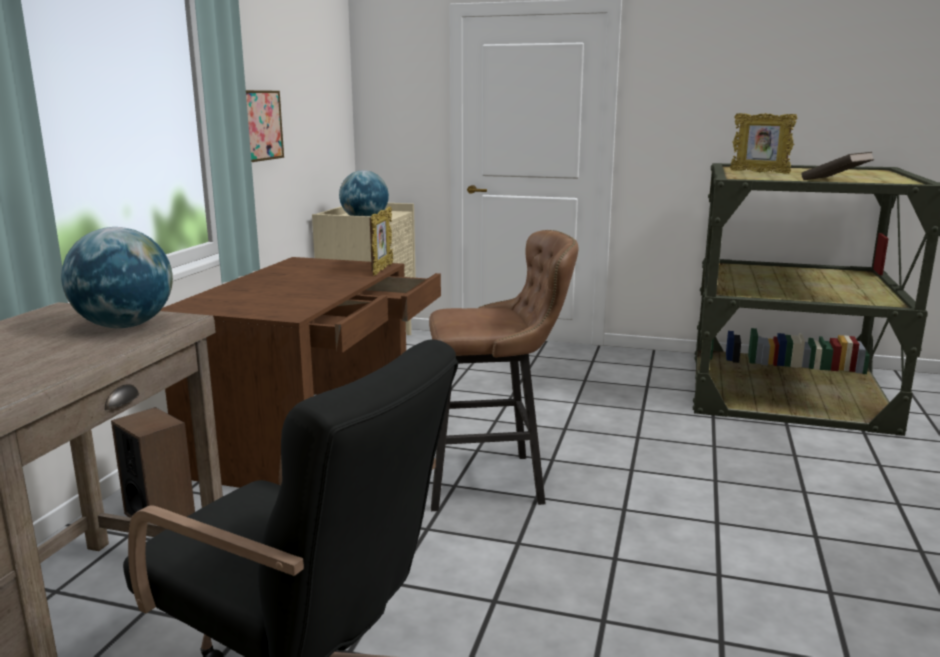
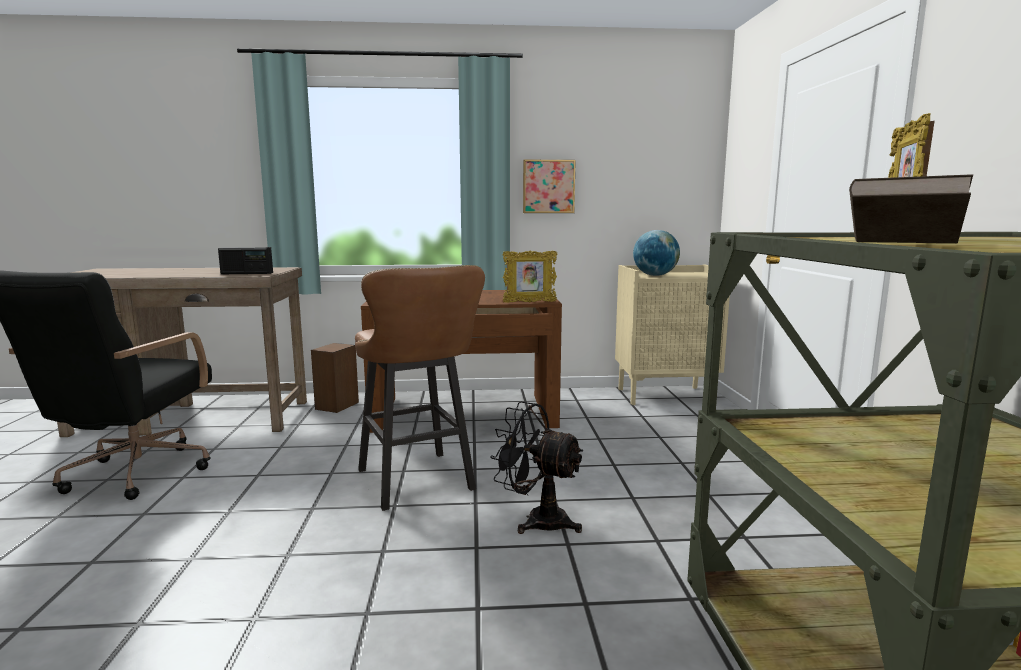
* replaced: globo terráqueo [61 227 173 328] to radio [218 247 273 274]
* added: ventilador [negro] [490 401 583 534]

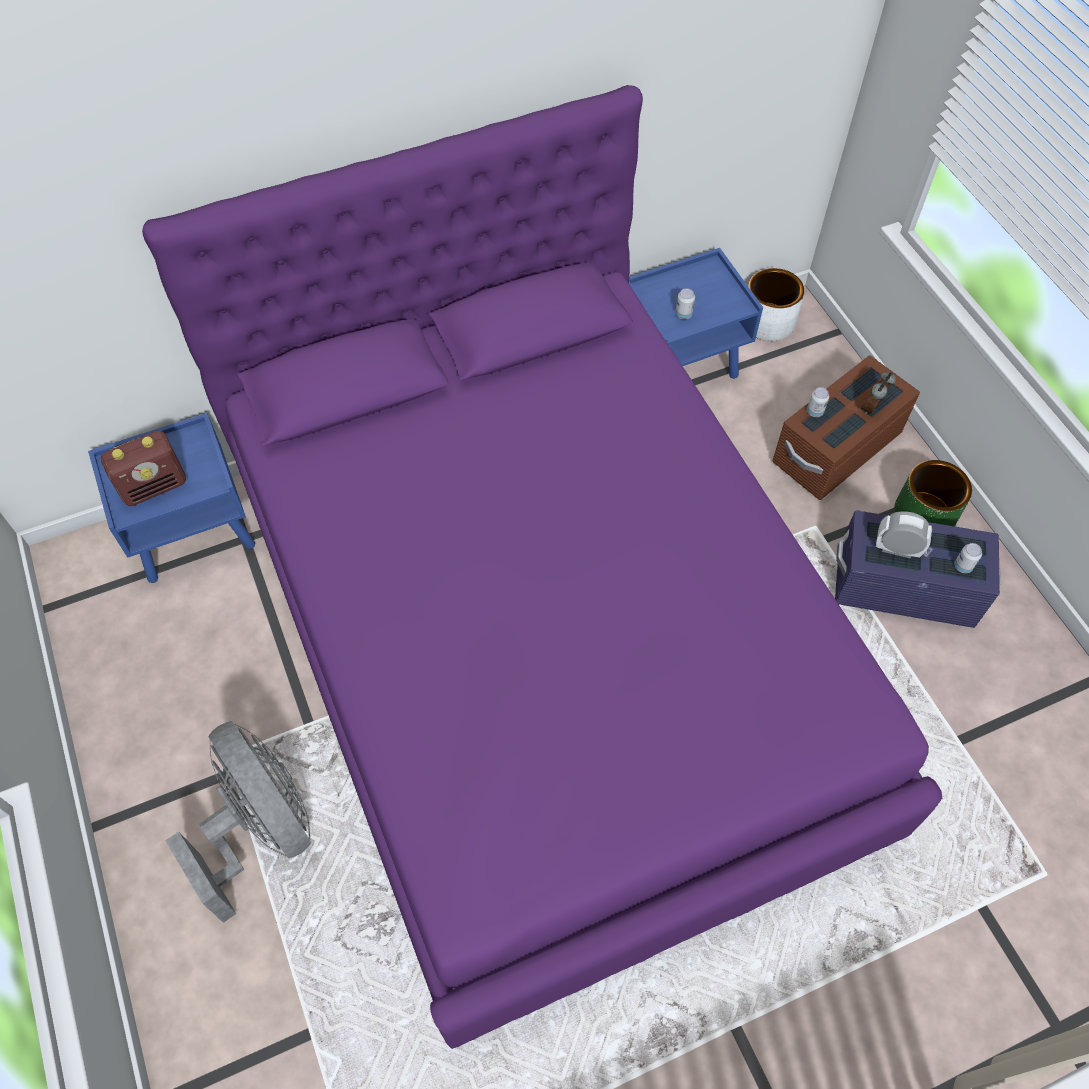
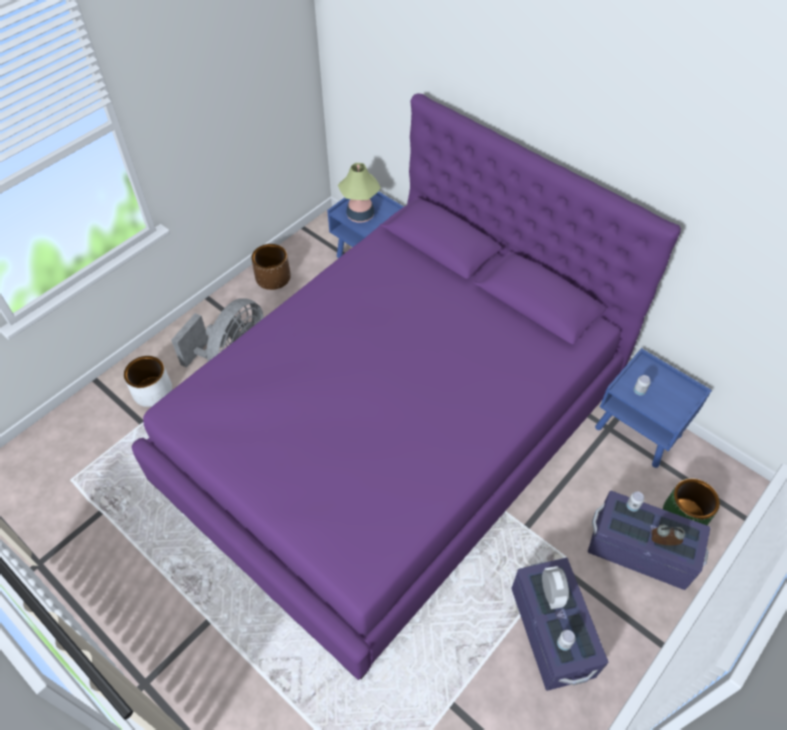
* replaced: radio [101 431 186 506] to lámpara de mesa [338 163 381 222]
* moved: maceta [blanco] [748 268 805 341] to [123 356 172 407]
* recoloured: caja de almacenaje [marrón] [772 355 920 500] to caja de almacenaje [morado] [588 491 710 590]
* moved: maceta [verde] [894 460 972 526] to [663 478 720 525]
* added: maceta [marrón] [251 244 291 290]

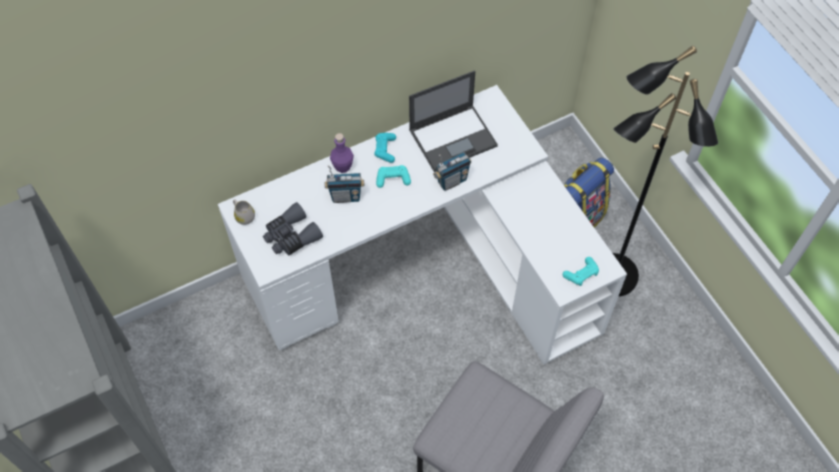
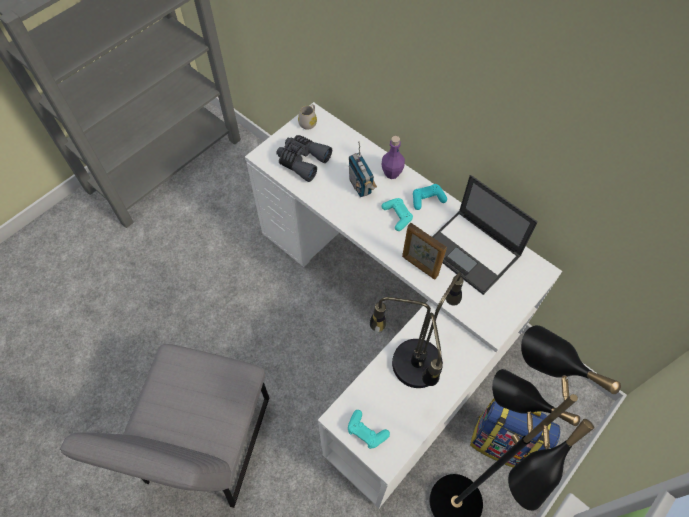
* replaced: radio [433 152 471 191] to portarretratos [402 223 447 279]
* added: lámpara de mesa [370 272 464 388]

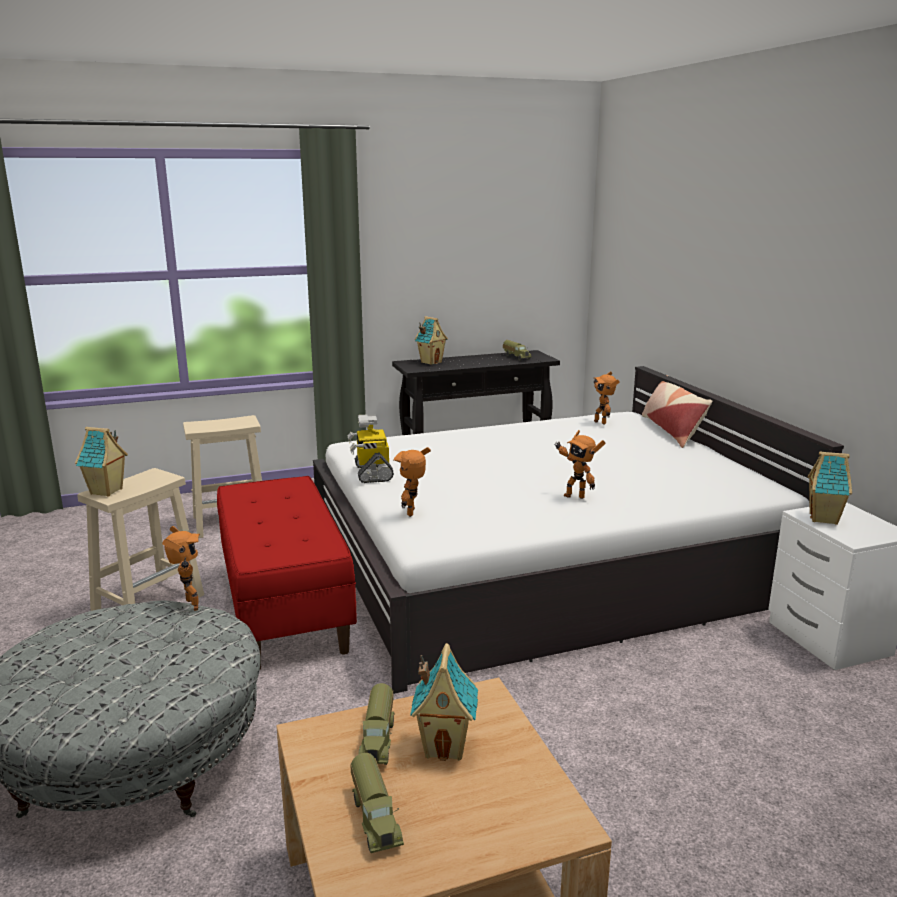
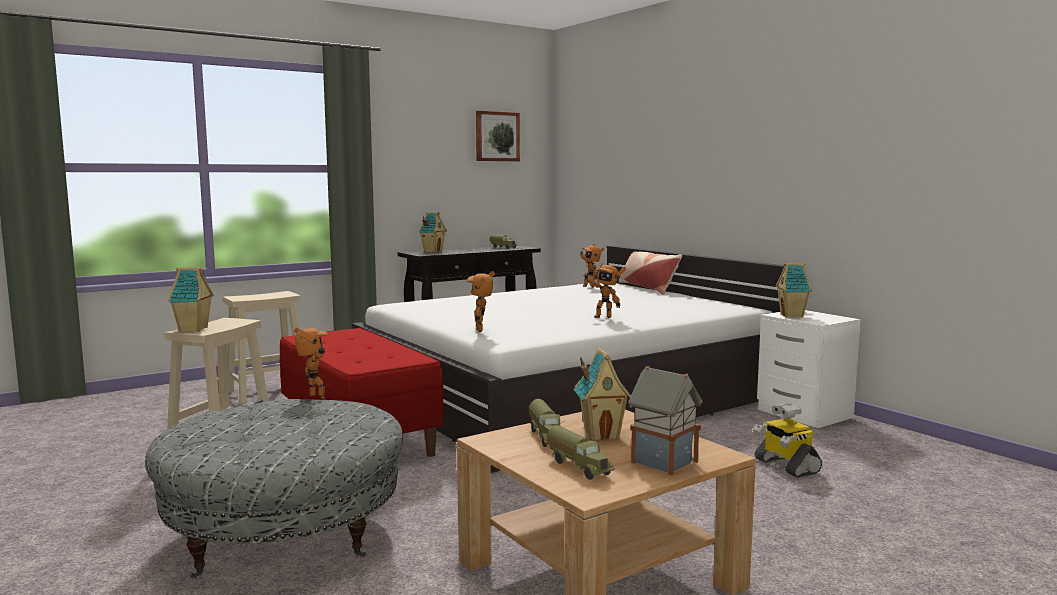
* moved: robot de juguete [348 414 394 483] to [753 403 822 478]
* added: cuadro [476 111 520 161]
* added: casita [628 366 703 475]

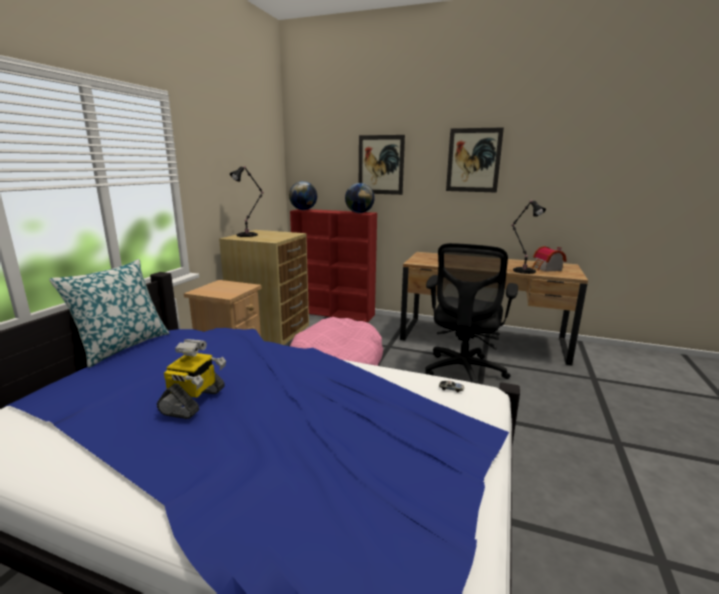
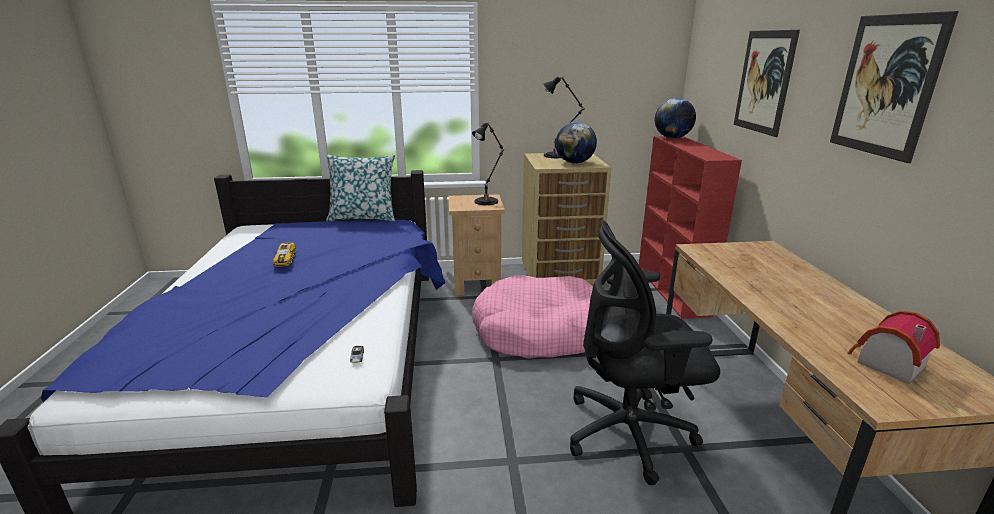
* replaced: robot de juguete [157 339 226 419] to coche de juguete [273 242 296 267]
* moved: globo terráqueo [345 183 375 213] to [556 122 597 163]
* moved: lámpara de mesa [negro] [511 200 546 274] to [472 122 504 205]

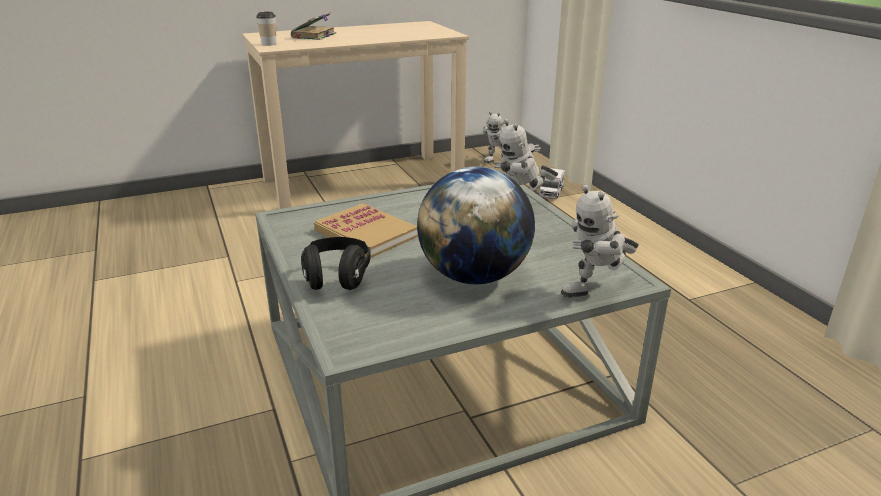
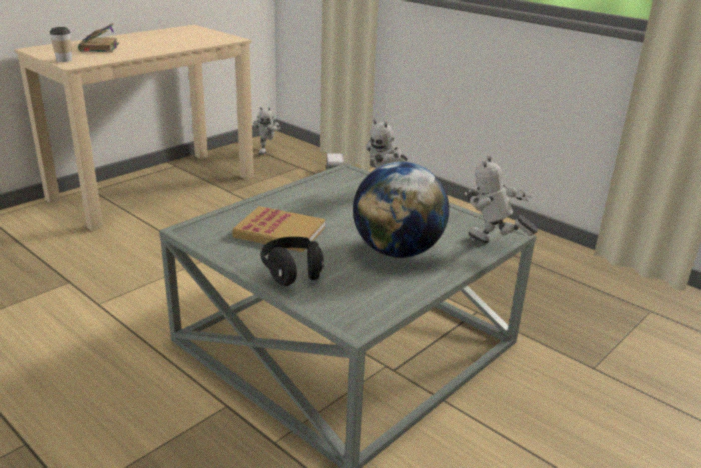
* turned: robot de juguete [561 185 639 297] = [464 155 538 244] 90 degrees clockwise

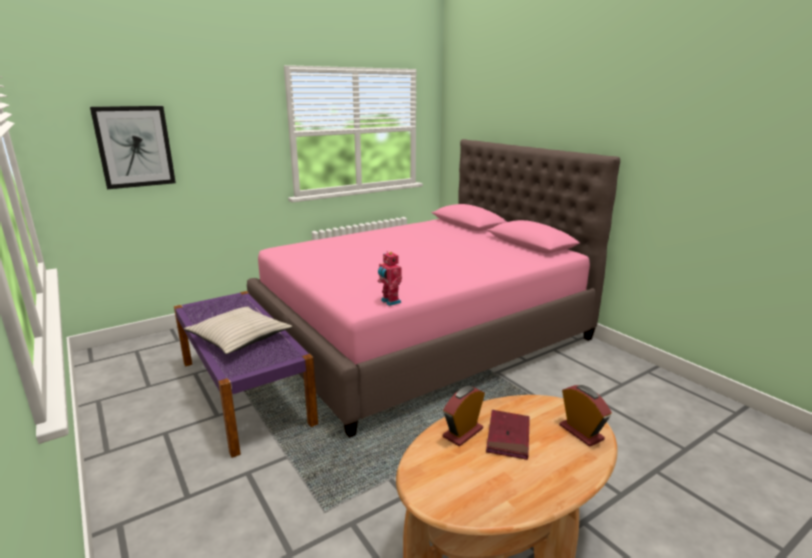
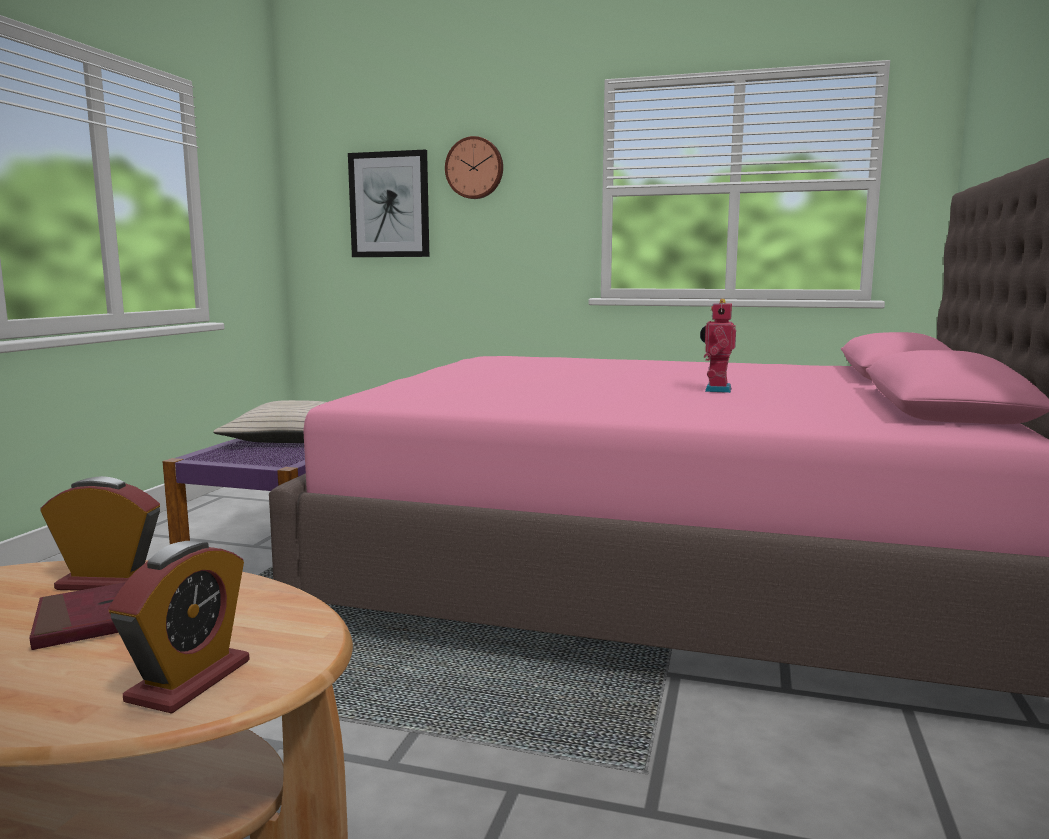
* moved: robot de juguete [378 251 402 306] to [700 299 736 393]
* added: reloj de pared [445 136 503 199]

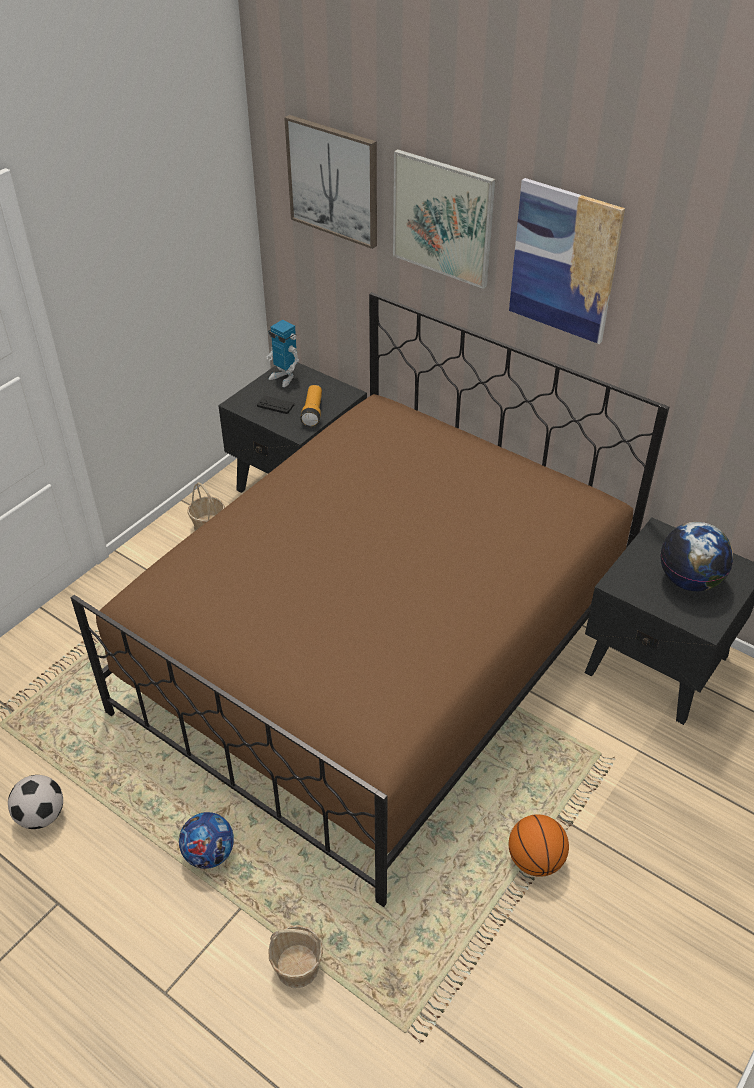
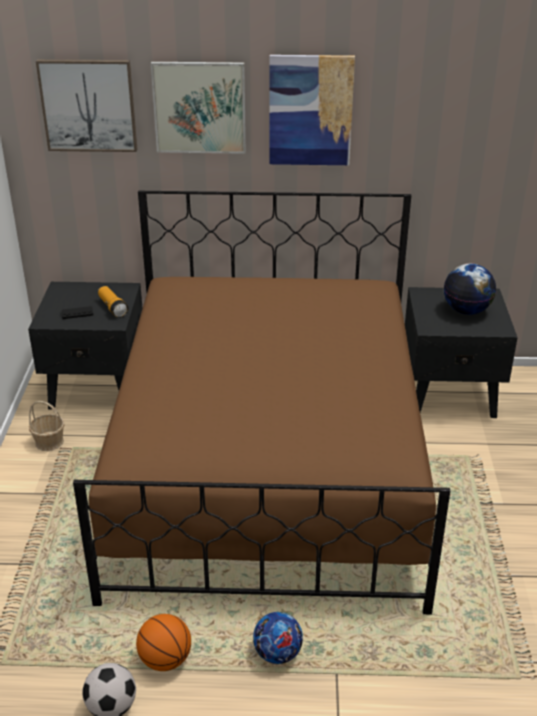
* removed: robot de juguete [267 320 299 387]
* removed: cesta [268 925 323 988]
* moved: balón de baloncesto [509 814 569 877] to [136 614 191 671]

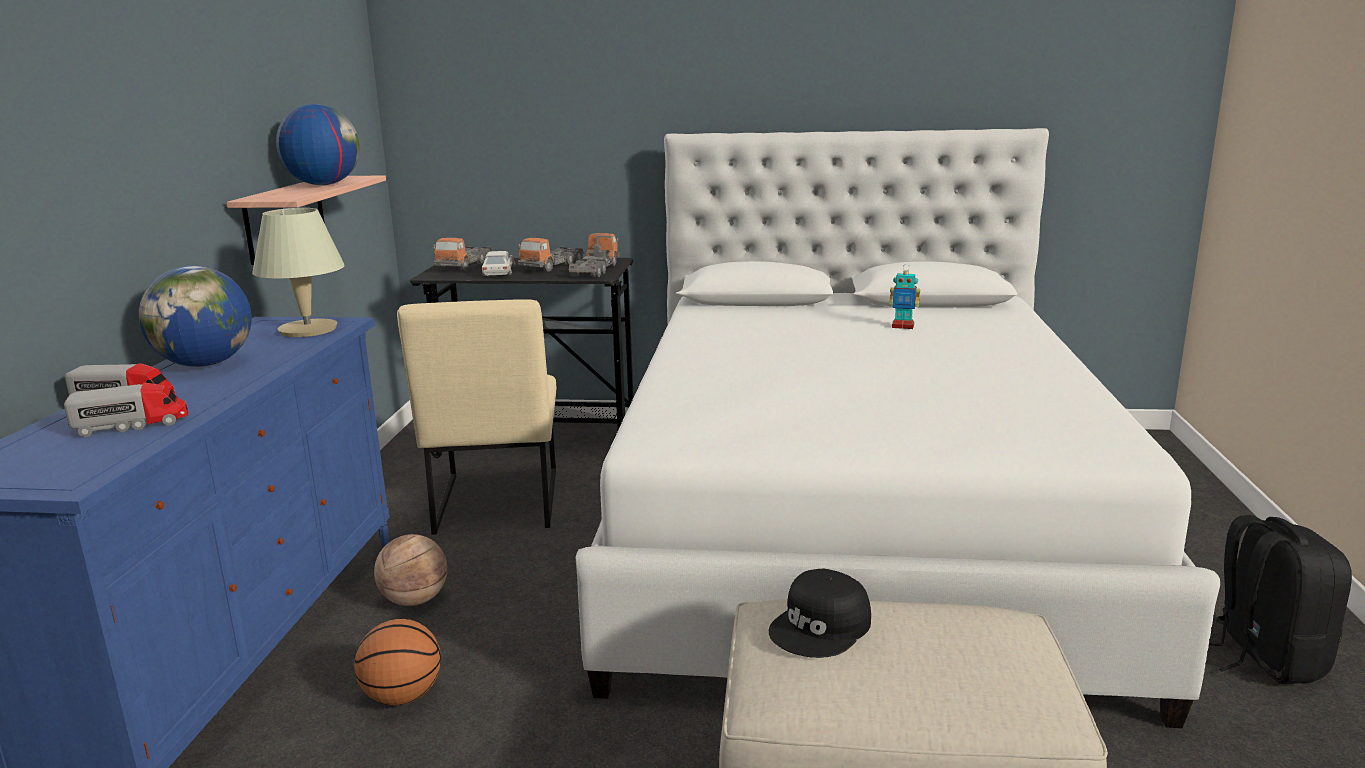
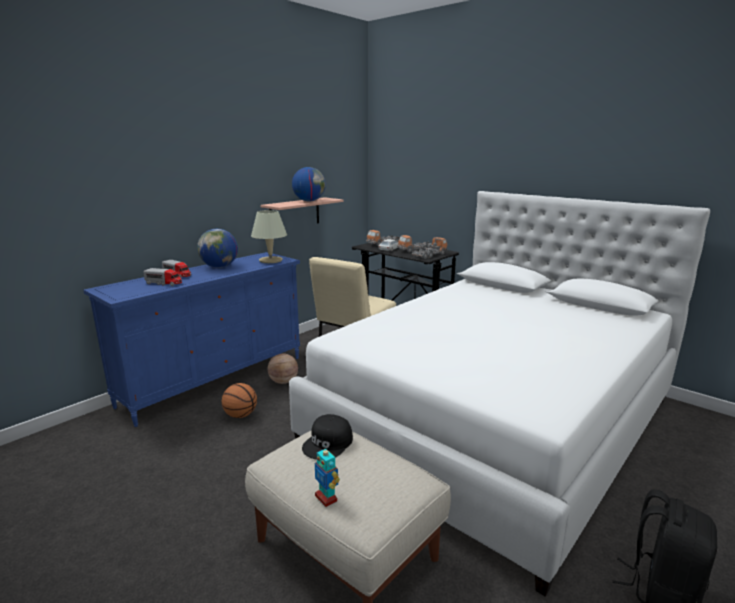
* turned: gorra [negro] [769 569 871 658] = [302 414 353 460] 45 degrees counterclockwise
* moved: robot de juguete [889 264 920 329] to [315 445 340 507]

